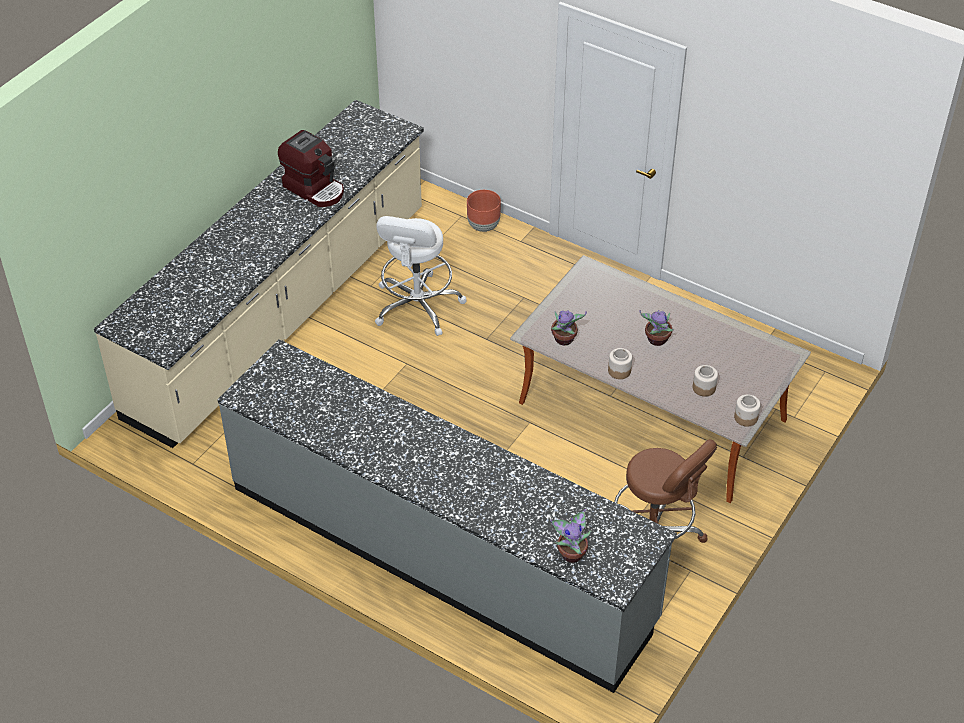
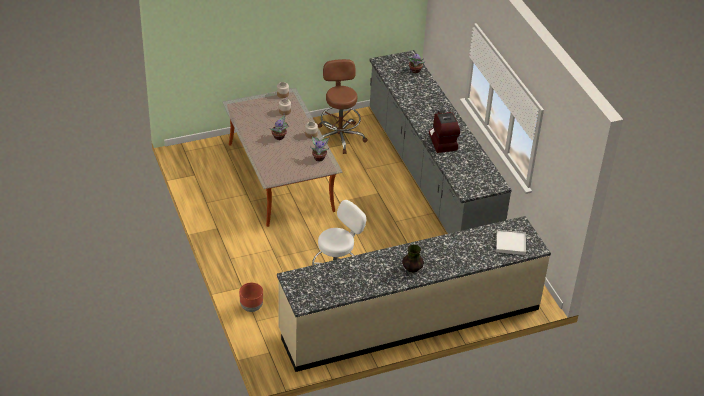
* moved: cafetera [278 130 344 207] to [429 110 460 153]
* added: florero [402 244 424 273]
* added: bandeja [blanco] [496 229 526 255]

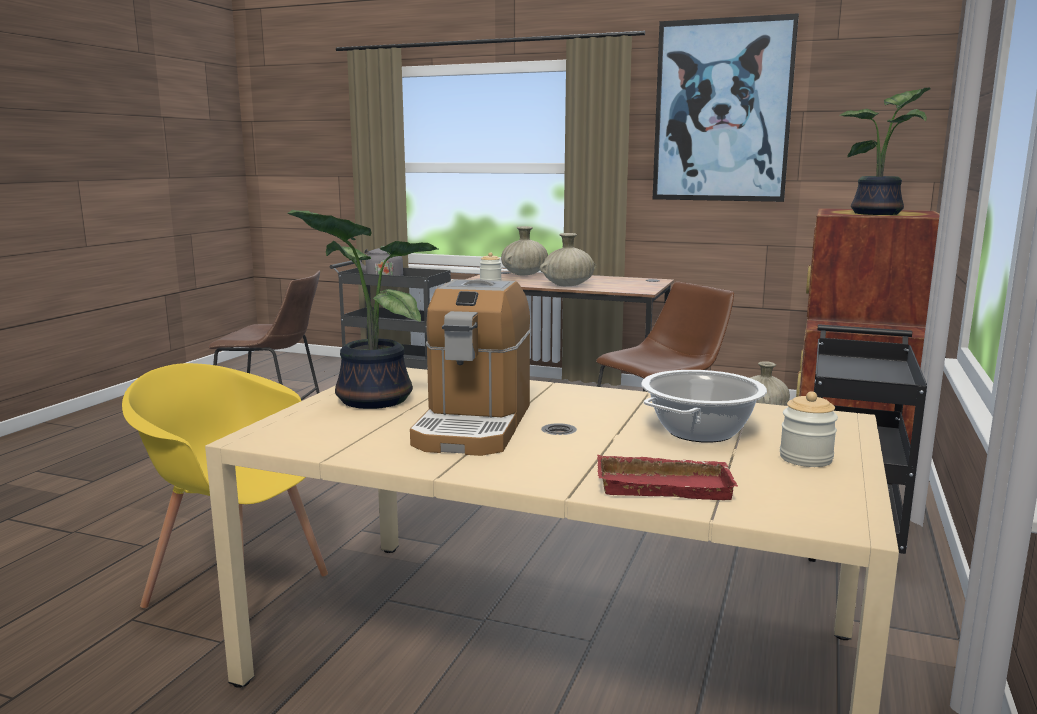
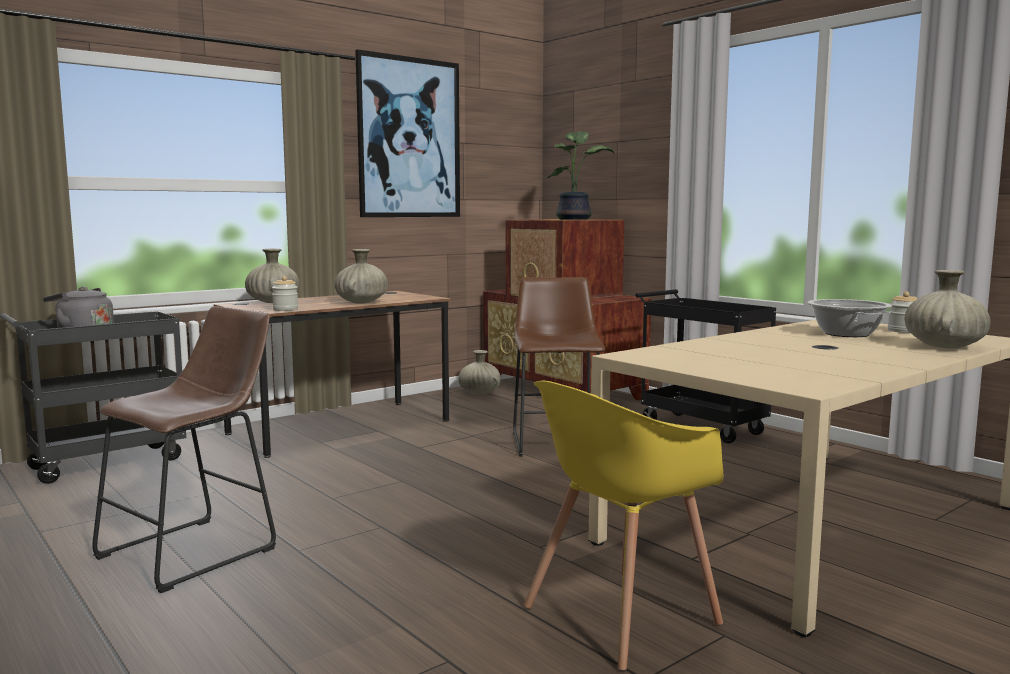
* removed: planta en maceta [288 210 440 409]
* removed: cafetera [410 279 531 456]
* replaced: bandeja [rojo] [597 455 738 500] to florero [beis] [905 270 991 349]

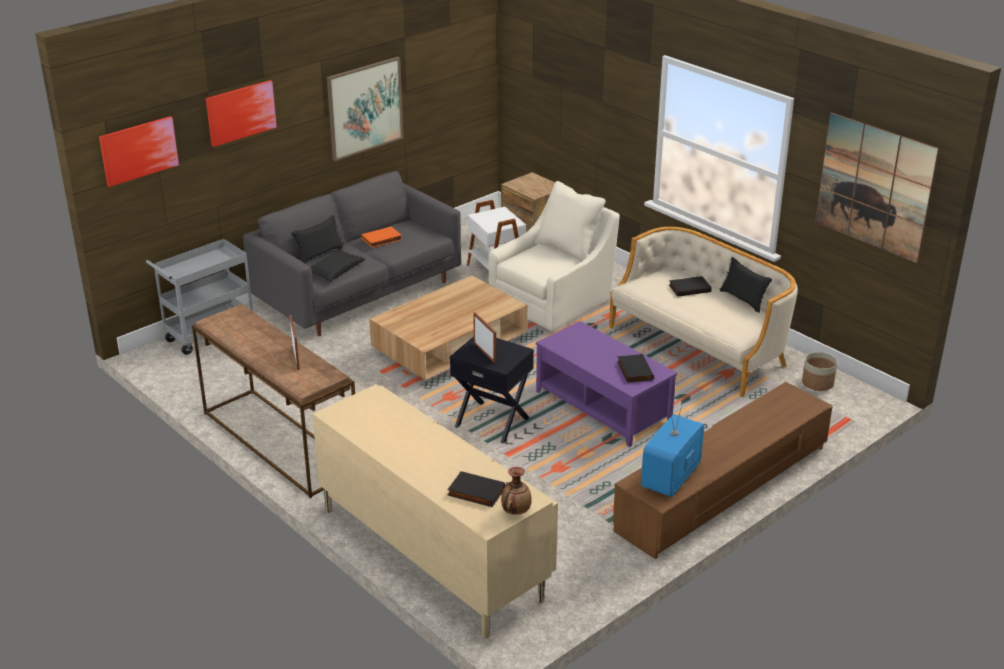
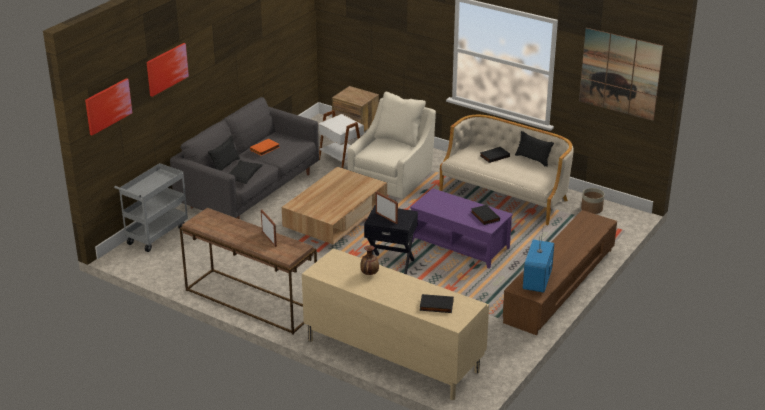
* removed: cuadro [327 57 404 161]
* moved: florero [501 467 532 515] to [360 245 379 275]

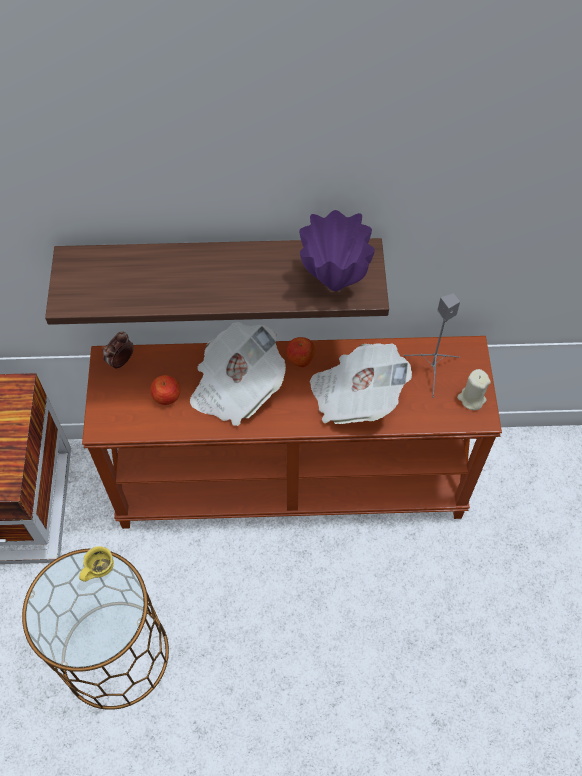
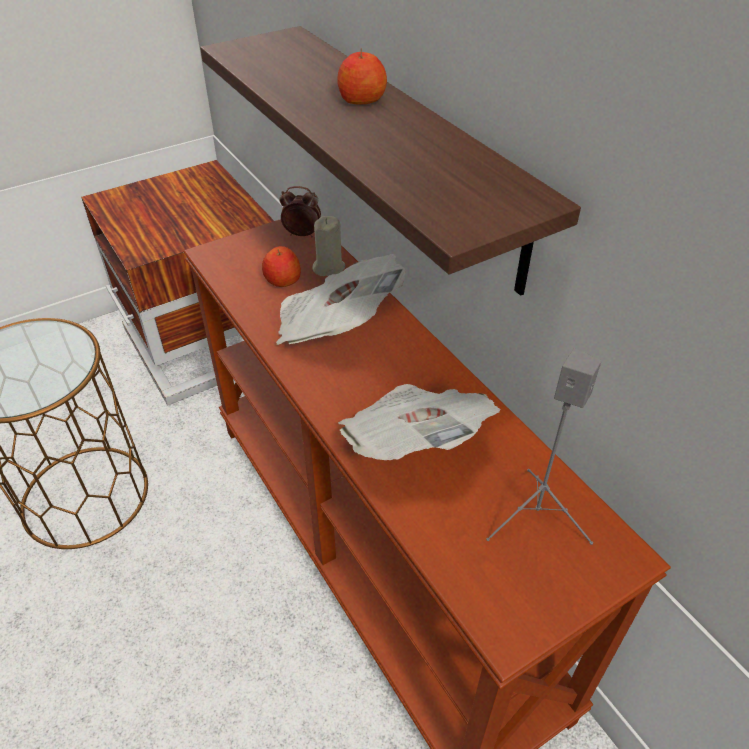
* removed: taza grande [amarillo] [79 546 114 582]
* moved: manzana [287 337 315 367] to [337 48 387 105]
* removed: florero [morado] [299 210 375 291]
* moved: vela [beis] [457 369 491 410] to [313 216 345 276]

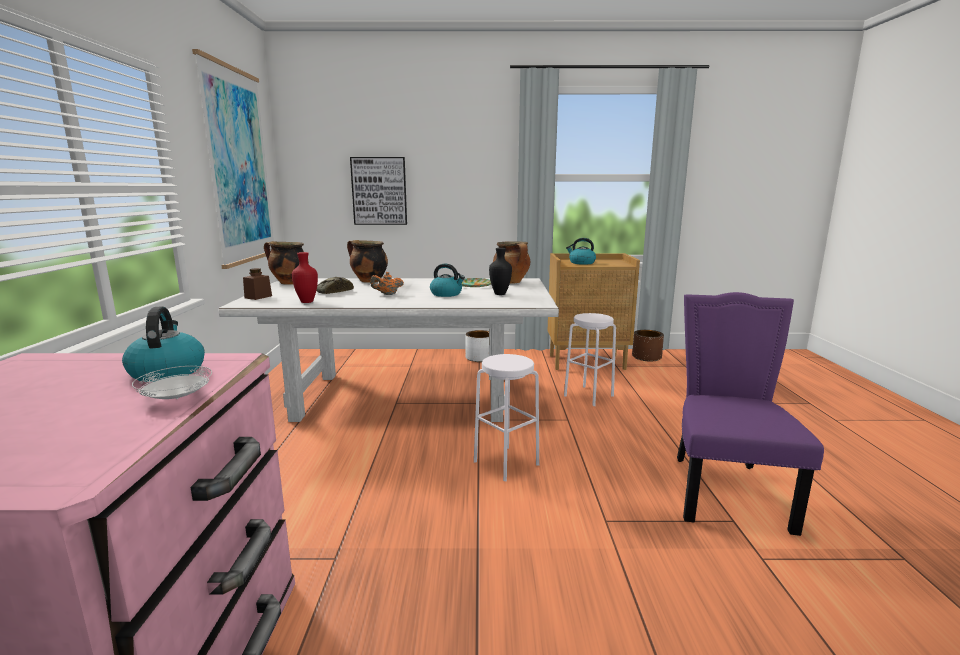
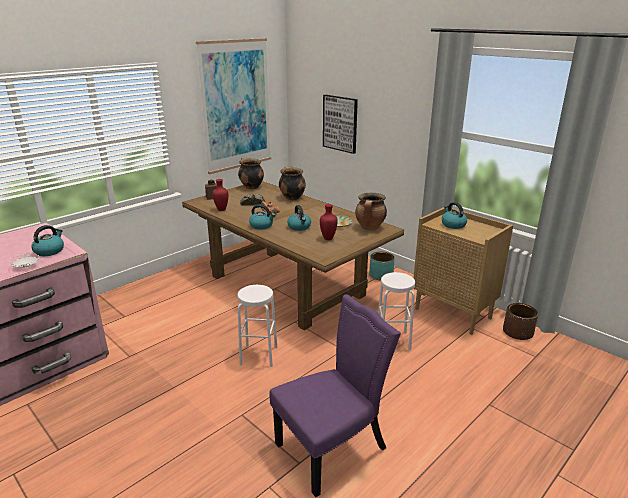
* recoloured: mesa de comedor [blanco] [218 278 559 422] to mesa de comedor [marrón] [182 181 404 330]
* recoloured: maceta [blanco] [465 330 489 362] to maceta [turquesa] [369 252 395 281]
* recoloured: florero [negro] [489 248 512 295] to florero [rojo] [320 204 338 240]
* added: hervidor [249 204 275 230]

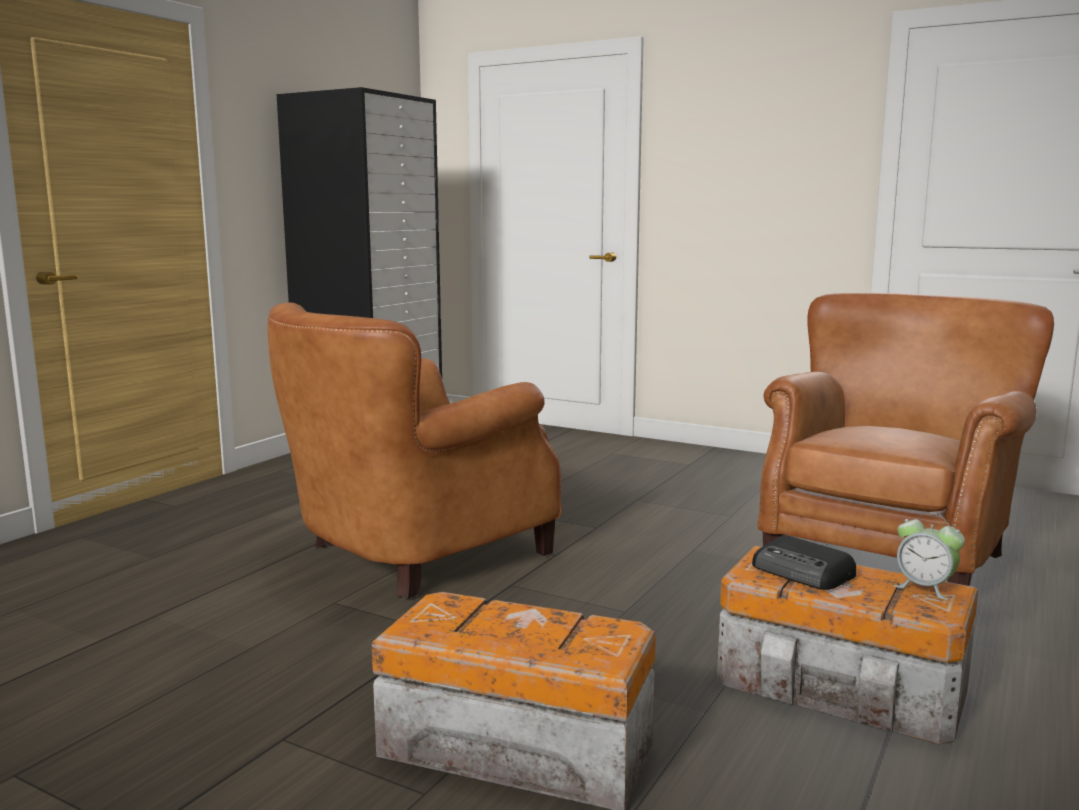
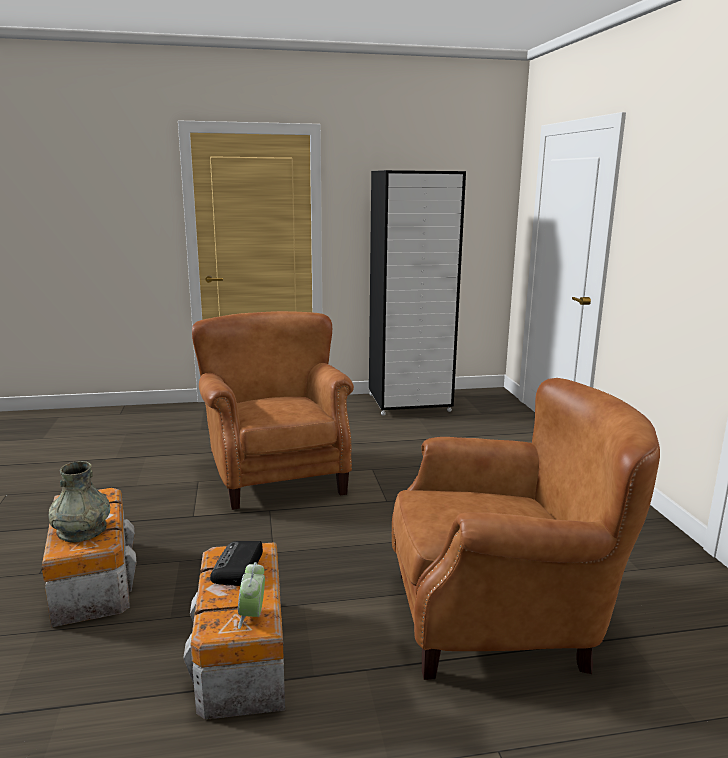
* turned: sillón [marrón] [267 303 562 599] = [192 311 354 510] 60 degrees clockwise
* added: florero [gris] [49 461 110 542]

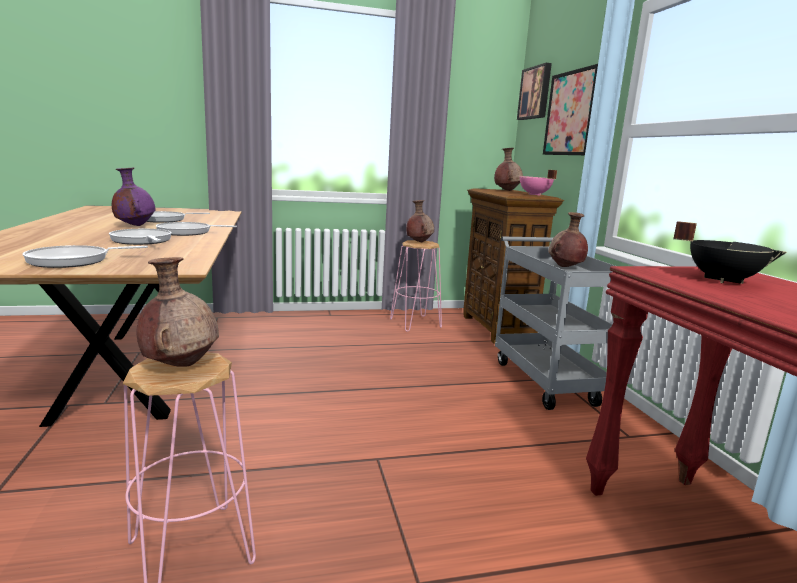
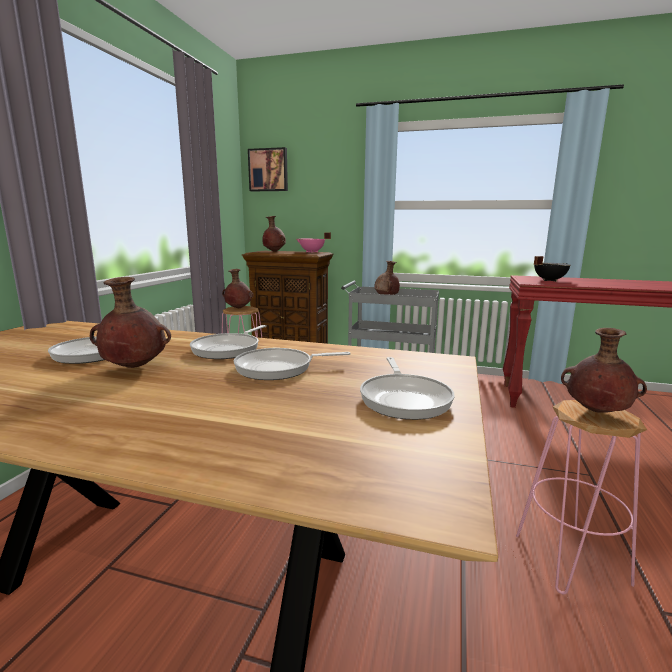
* recoloured: florero [morado] [112 167 156 226] to florero [marrón] [90 277 171 368]
* removed: cuadro [543 64 598 155]

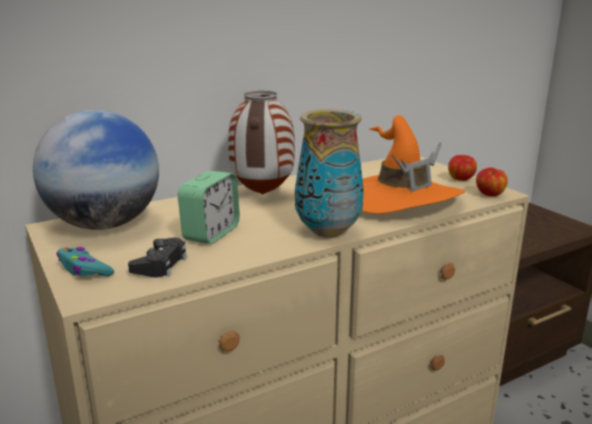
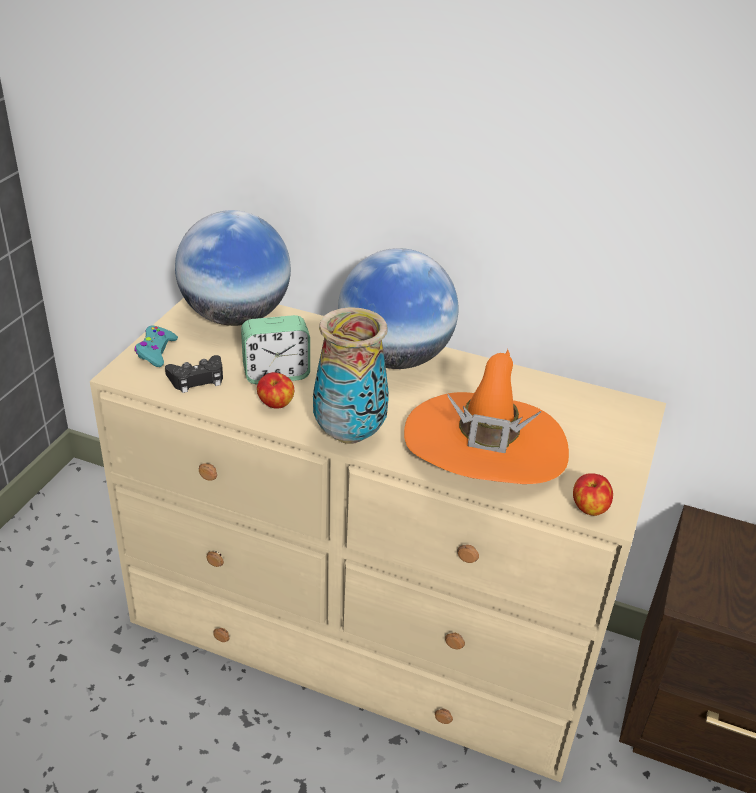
* replaced: florero [228 91 295 194] to globo terráqueo [338 248 459 369]
* moved: manzana [448 155 477 181] to [257 372 294 409]

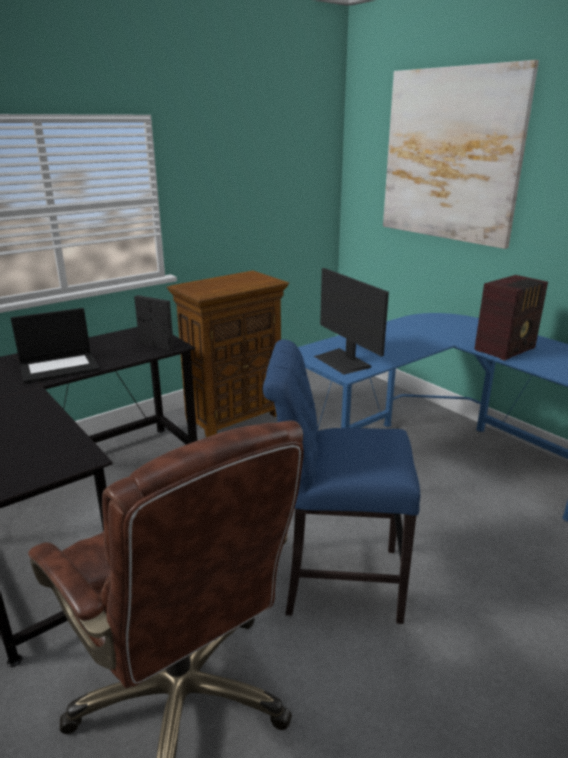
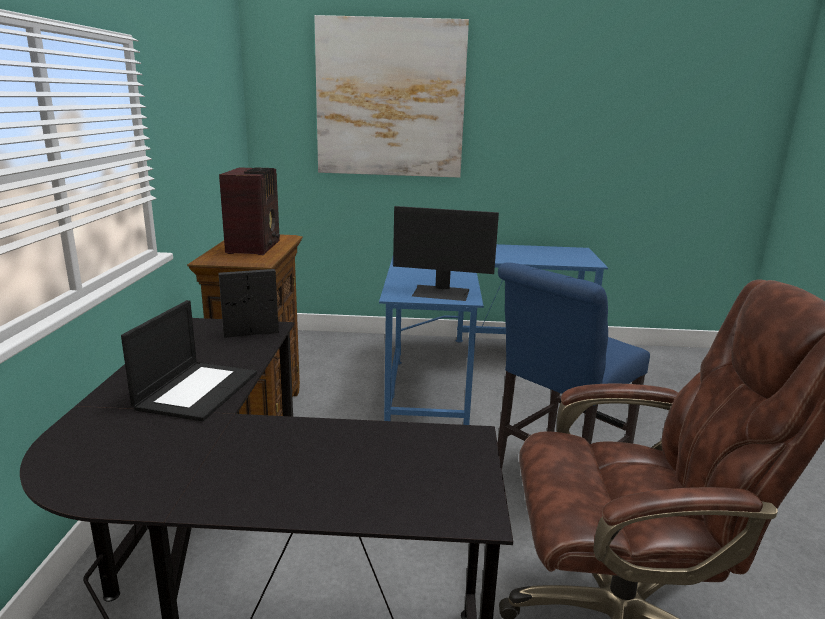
* moved: radio [474 275 548 361] to [219 167 280 255]

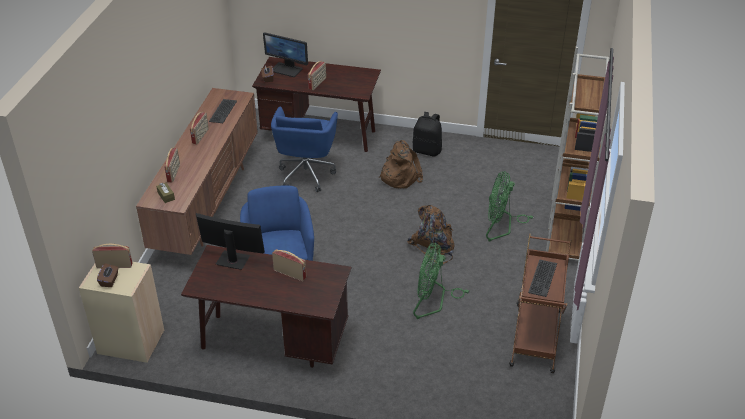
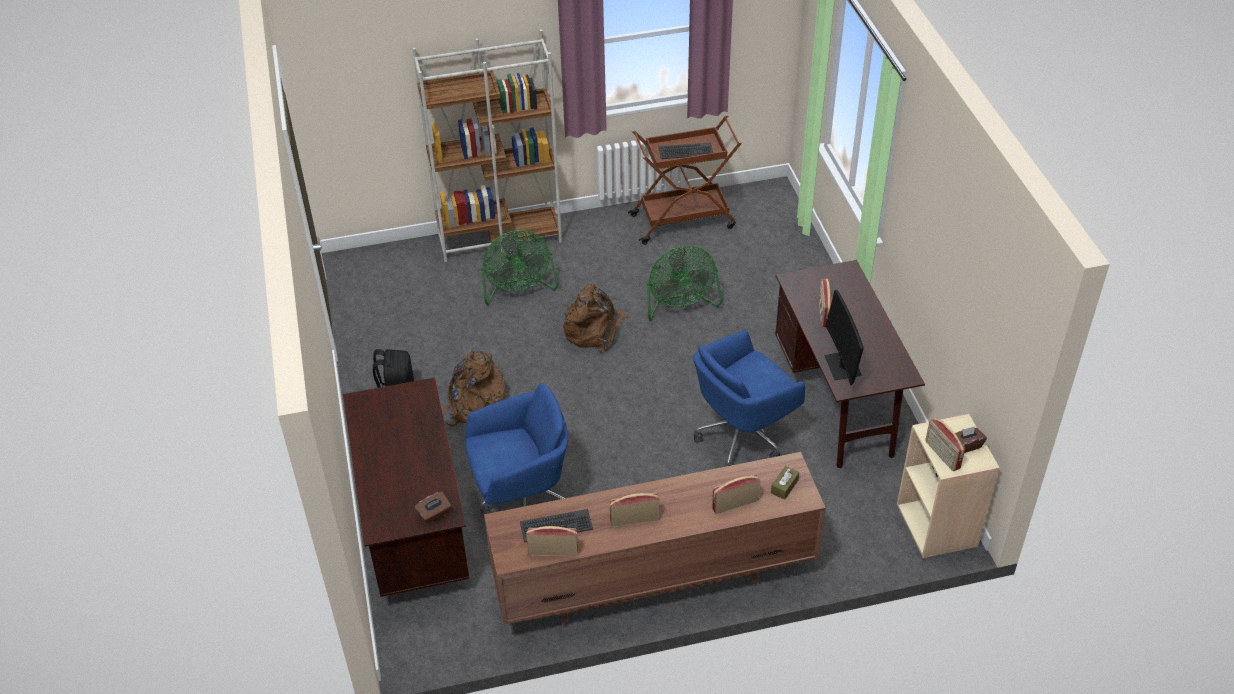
* removed: monitor [263 32 308 77]
* moved: radio [308 61 326 90] to [526 526 578 556]

